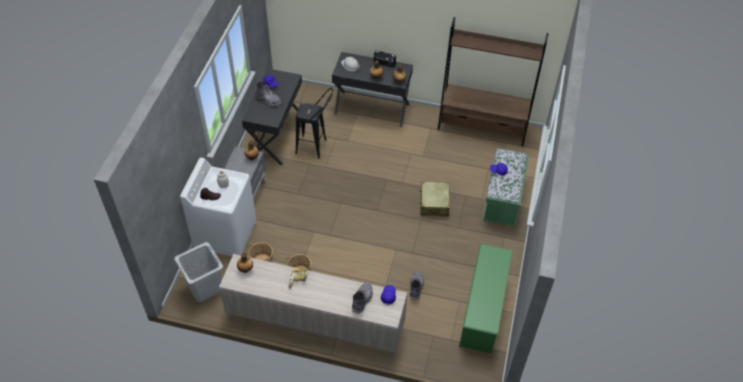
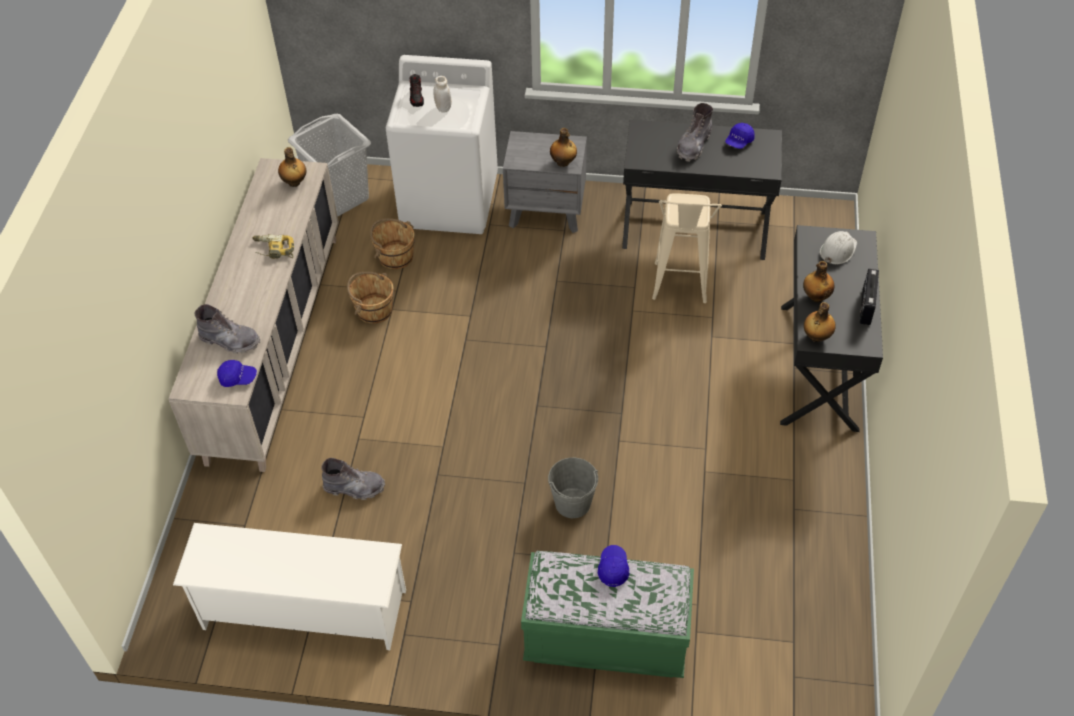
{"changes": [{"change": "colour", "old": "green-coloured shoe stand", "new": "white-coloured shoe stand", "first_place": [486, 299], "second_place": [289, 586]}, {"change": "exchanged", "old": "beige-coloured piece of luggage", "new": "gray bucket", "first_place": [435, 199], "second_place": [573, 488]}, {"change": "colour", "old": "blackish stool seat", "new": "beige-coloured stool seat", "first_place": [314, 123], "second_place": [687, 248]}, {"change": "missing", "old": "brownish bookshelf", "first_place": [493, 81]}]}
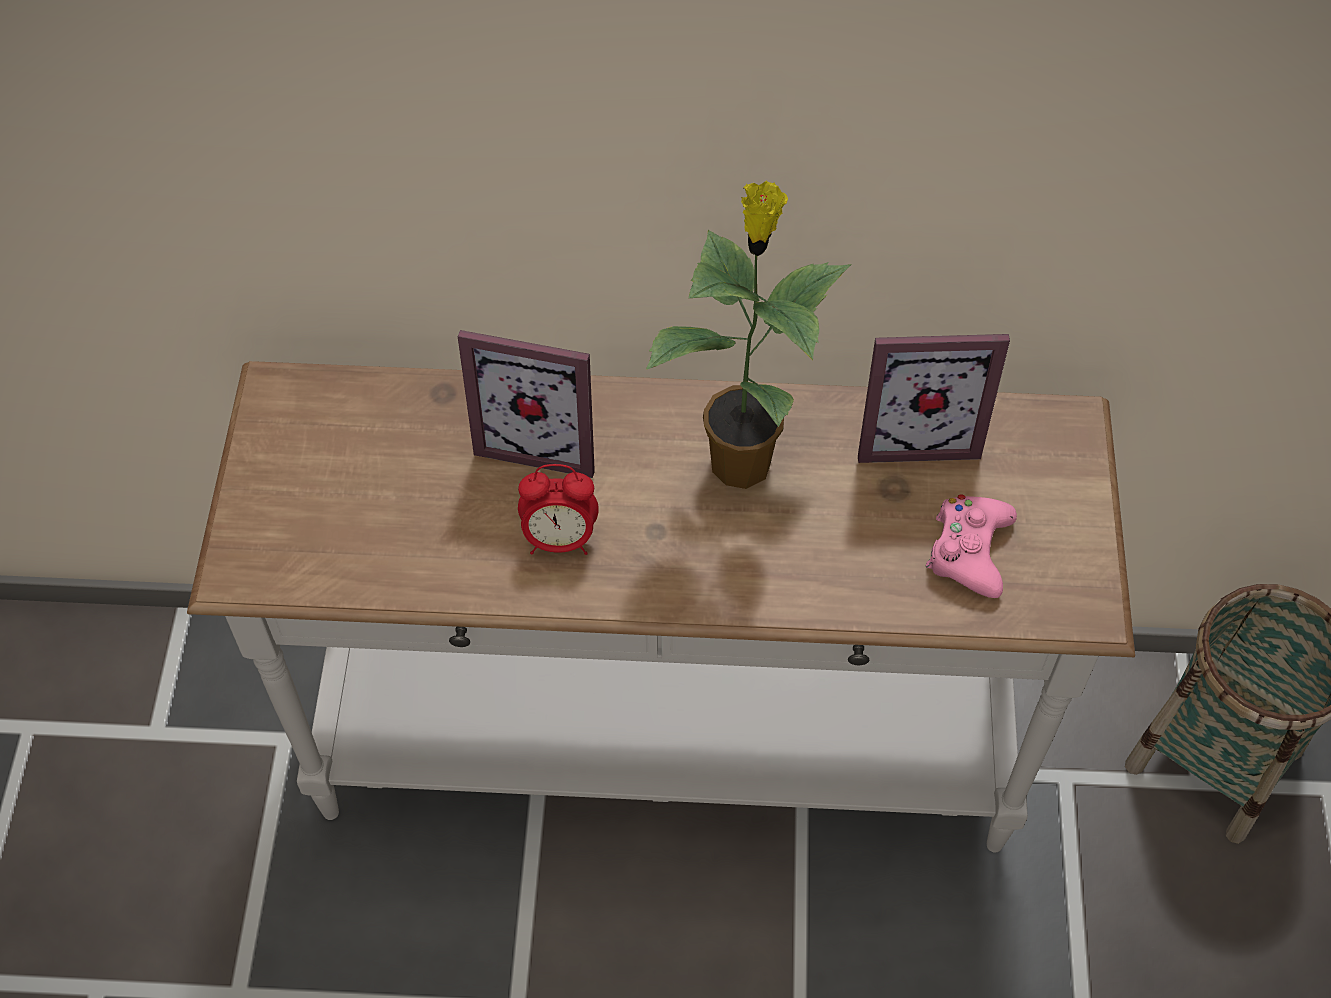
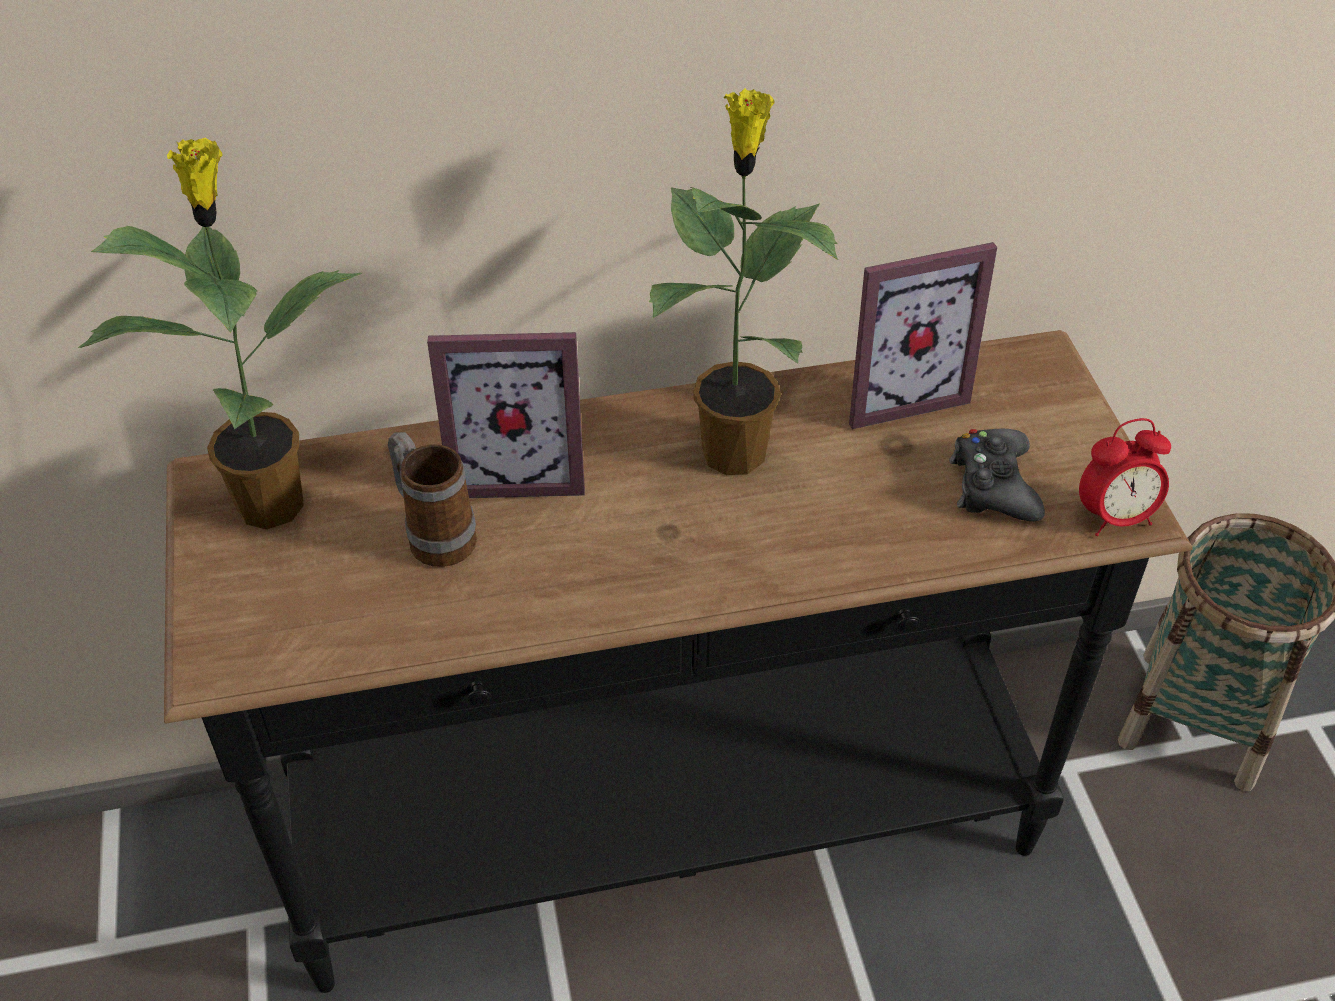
{"changes": [{"change": "appeared", "new": "plant in a pot", "second_place": [220, 333]}, {"change": "colour", "old": "white-coloured hall table", "new": "blackish hall table", "first_place": [661, 606], "second_place": [678, 661]}, {"change": "appeared", "new": "mug", "second_place": [432, 499]}, {"change": "colour", "old": "pinkish joypad", "new": "blackish joypad", "first_place": [971, 546], "second_place": [997, 475]}, {"change": "relocated", "old": "table clock", "first_place": [558, 509], "second_place": [1125, 477]}]}
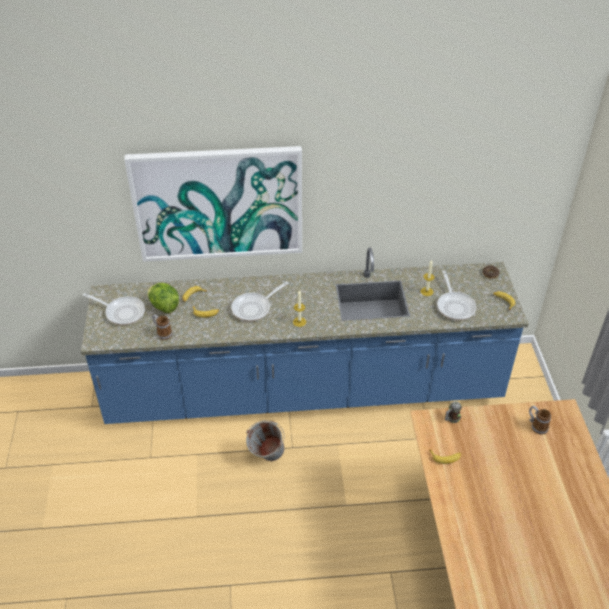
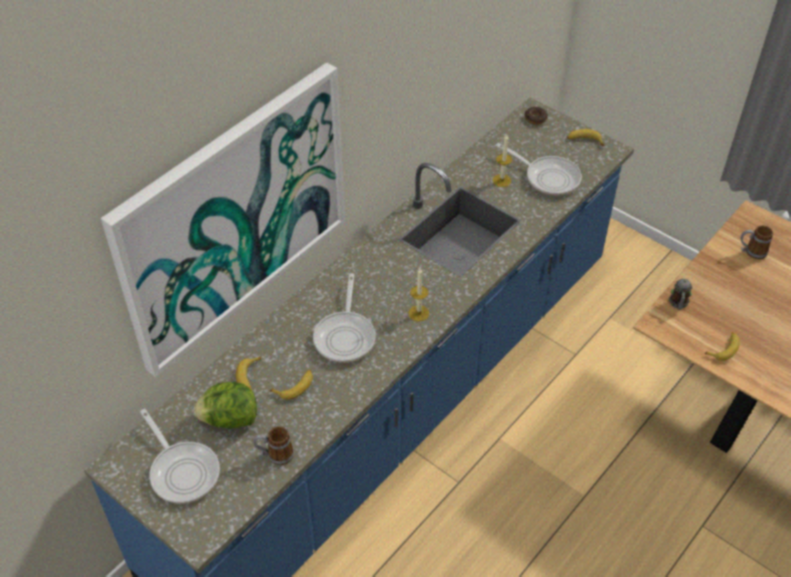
{"changes": [{"change": "spun", "old": "pan", "first_place": [114, 309], "second_place": [180, 456], "degrees": 75}, {"change": "missing", "old": "gray bucket", "first_place": [265, 440]}]}
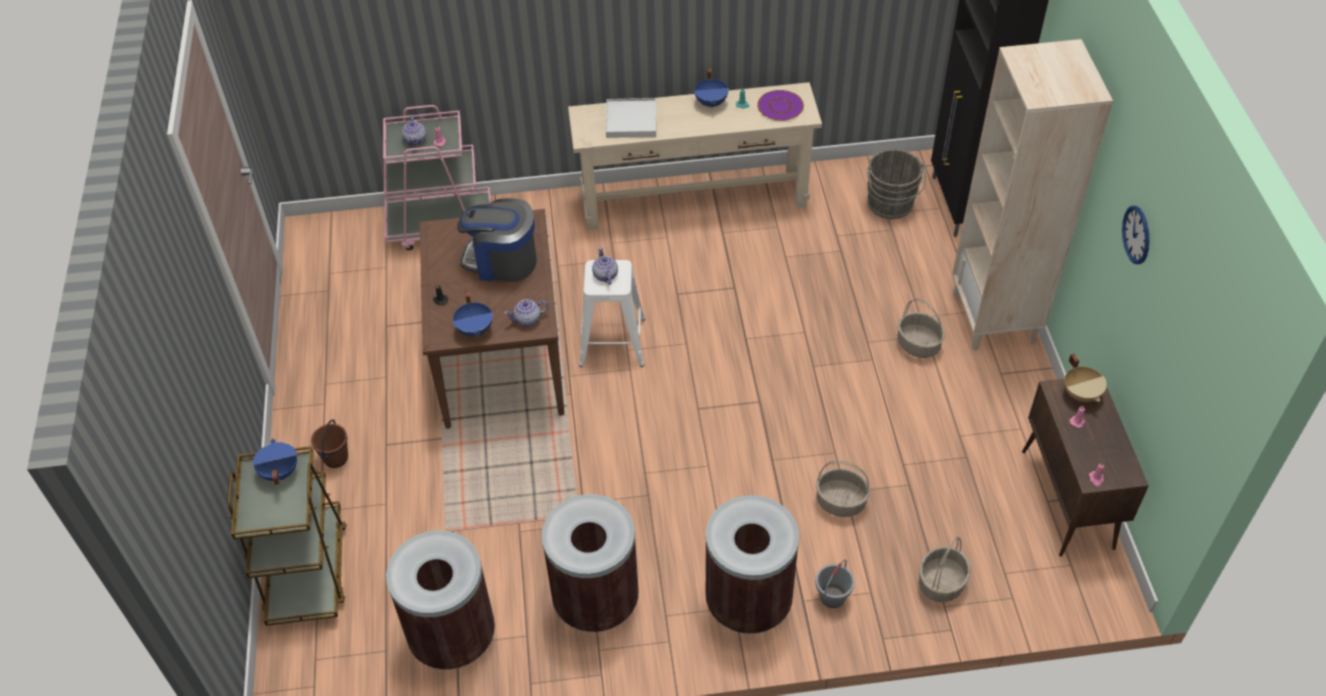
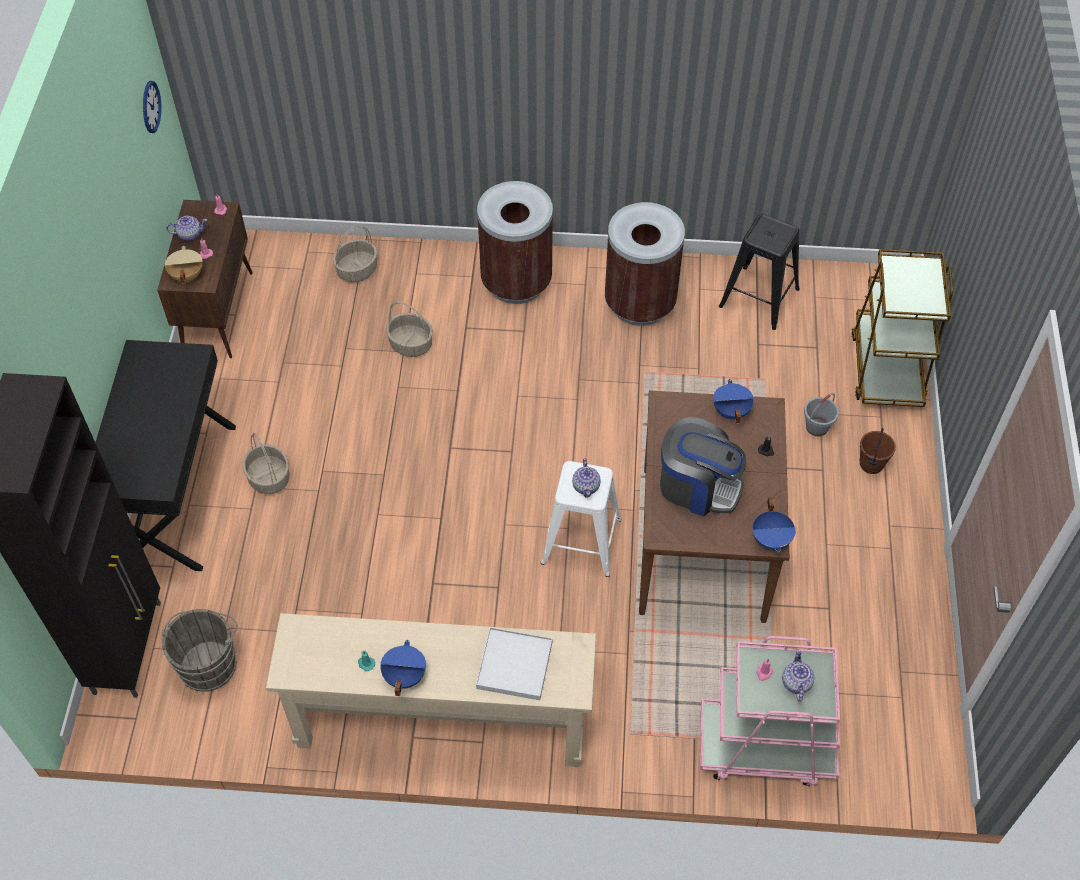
{"changes": [{"change": "exchanged", "old": "beige-coloured bookshelf", "new": "blackish hall table", "first_place": [1032, 194], "second_place": [165, 455]}, {"change": "relocated", "old": "wall clock", "first_place": [1136, 235], "second_place": [152, 107]}, {"change": "relocated", "old": "tea pot", "first_place": [526, 313], "second_place": [186, 228]}, {"change": "exchanged", "old": "brownish waste bin", "new": "blackish stool seat", "first_place": [440, 600], "second_place": [759, 272]}, {"change": "relocated", "old": "blue saucepot", "first_place": [275, 461], "second_place": [774, 525]}, {"change": "relocated", "old": "gray bucket", "first_place": [834, 584], "second_place": [821, 414]}, {"change": "missing", "old": "purple-coloured dinner plate", "first_place": [780, 105]}]}
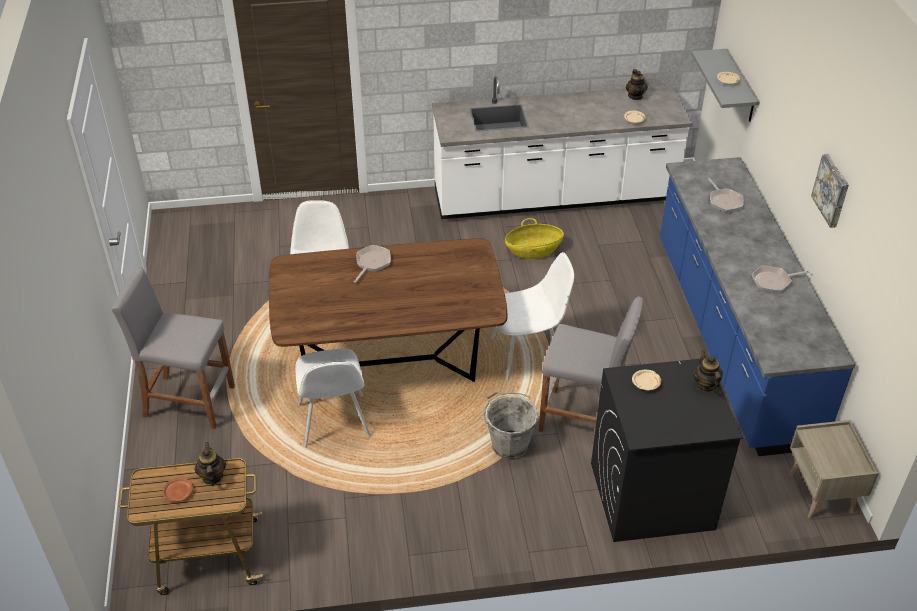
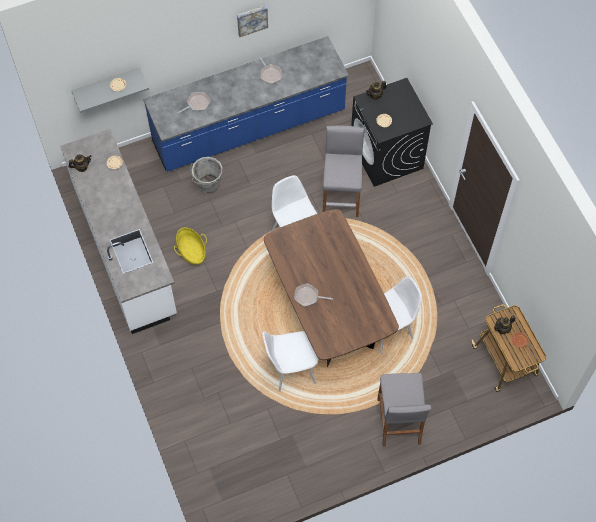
{"changes": [{"change": "relocated", "old": "gray bucket", "first_place": [511, 426], "second_place": [206, 175]}, {"change": "missing", "old": "beige-coloured bedside table", "first_place": [834, 469]}]}
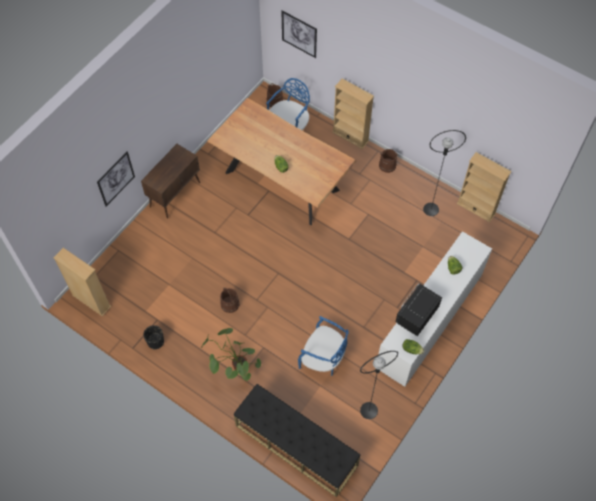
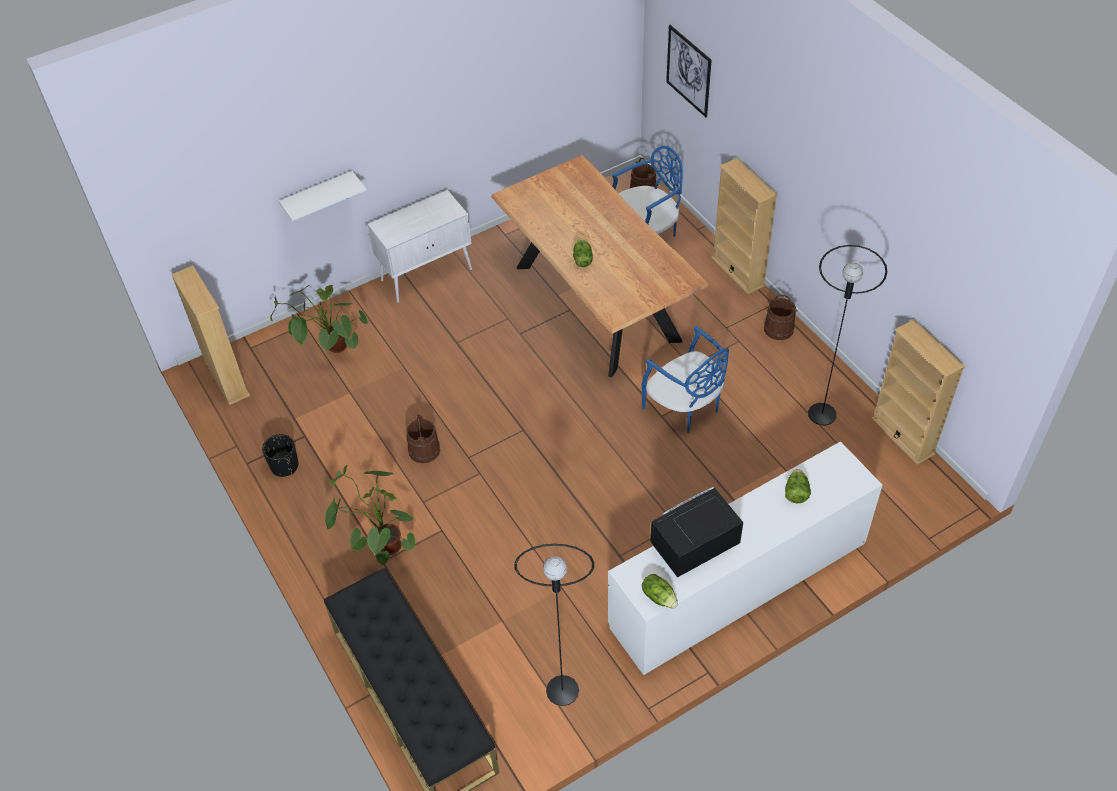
{"changes": [{"change": "appeared", "new": "plant in a pot", "second_place": [319, 319]}, {"change": "exchanged", "old": "wall picture", "new": "white-coloured shelf", "first_place": [116, 178], "second_place": [322, 196]}, {"change": "colour", "old": "brownish cabinet", "new": "white-coloured cabinet", "first_place": [170, 181], "second_place": [420, 246]}, {"change": "relocated", "old": "blue upright chair", "first_place": [323, 346], "second_place": [685, 379]}]}
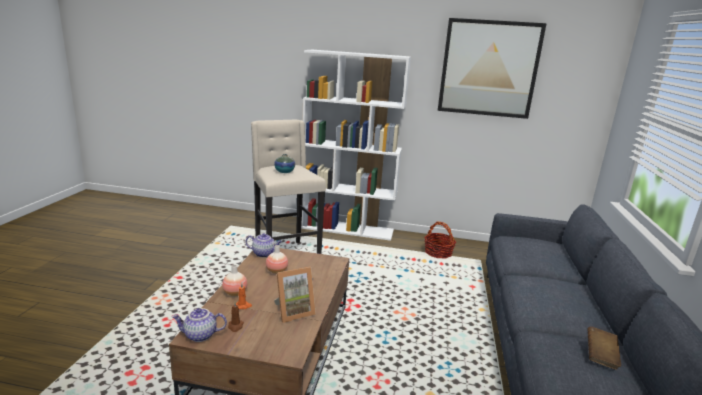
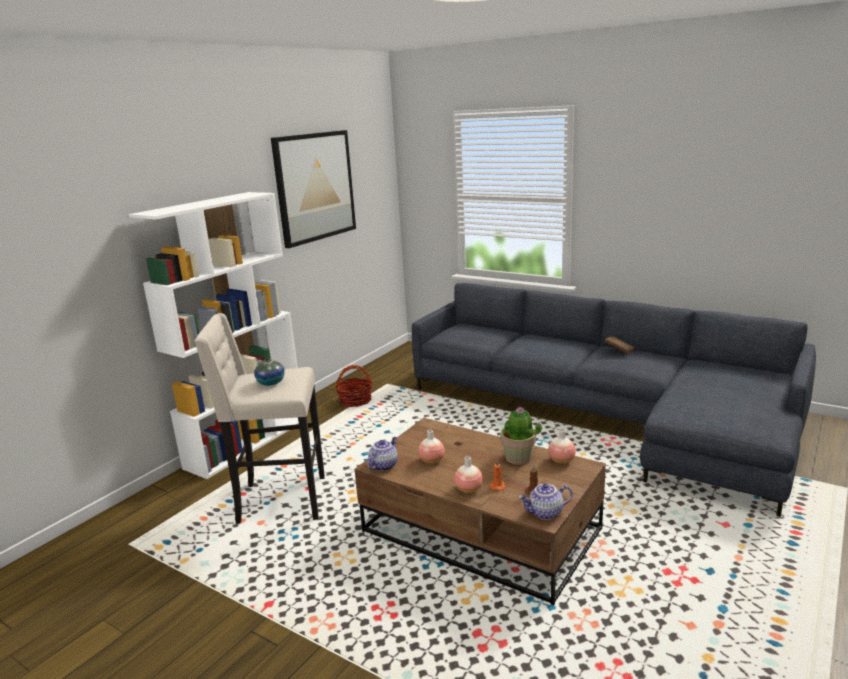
{"changes": [{"change": "exchanged", "old": "standing frame", "new": "plant in a pot", "first_place": [295, 295], "second_place": [521, 435]}, {"change": "spun", "old": "tea pot", "first_place": [199, 325], "second_place": [546, 501], "degrees": 60}, {"change": "appeared", "new": "vase", "second_place": [562, 446]}]}
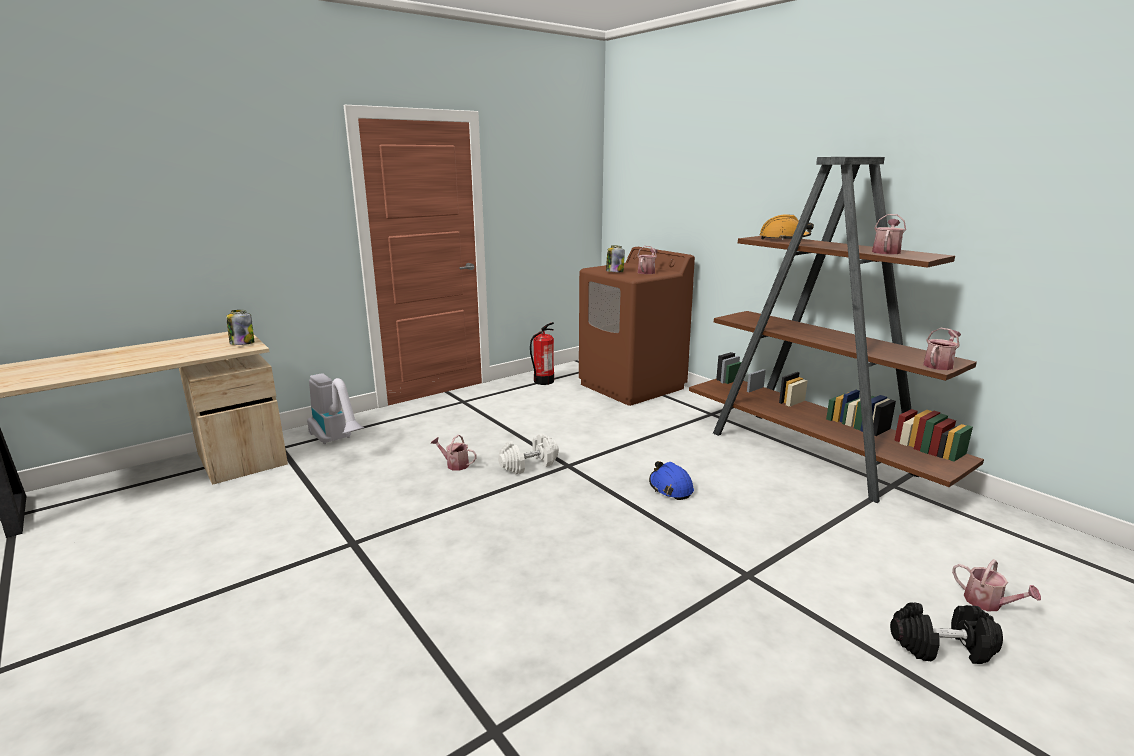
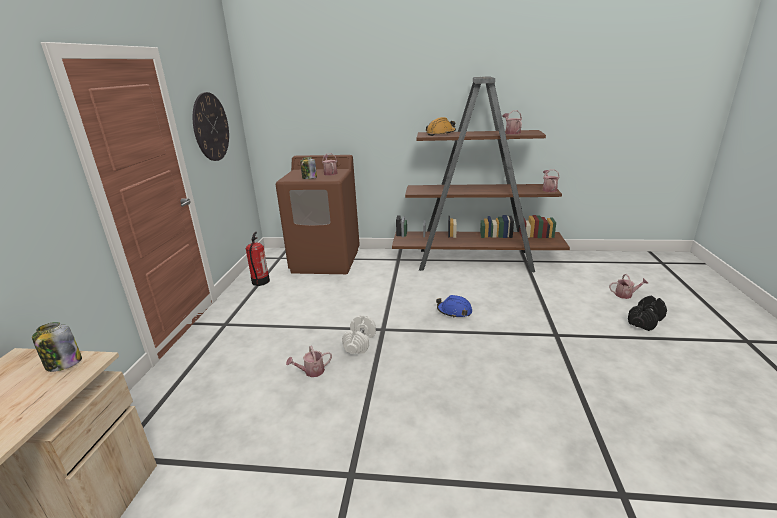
{"changes": [{"change": "appeared", "new": "wall clock", "second_place": [211, 126]}, {"change": "missing", "old": "hoover", "first_place": [335, 408]}]}
